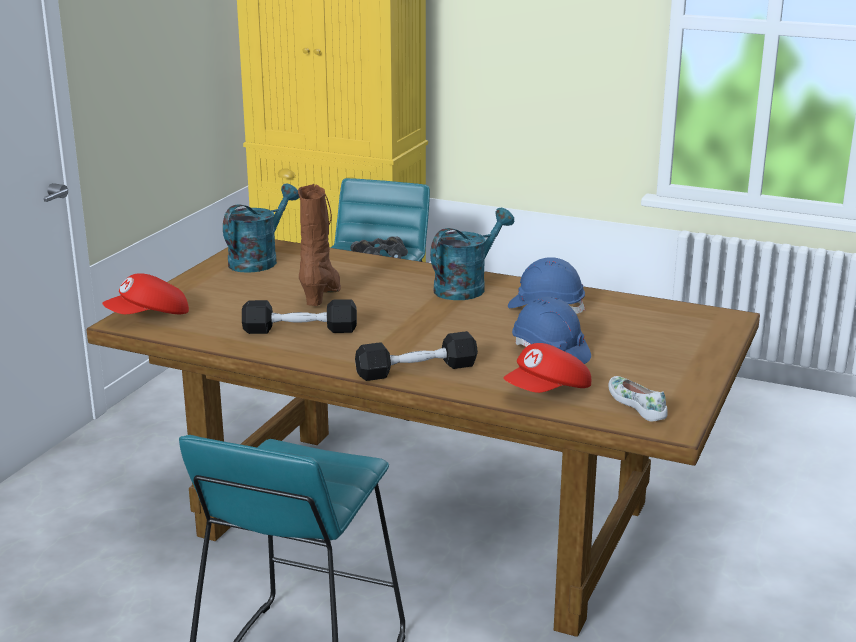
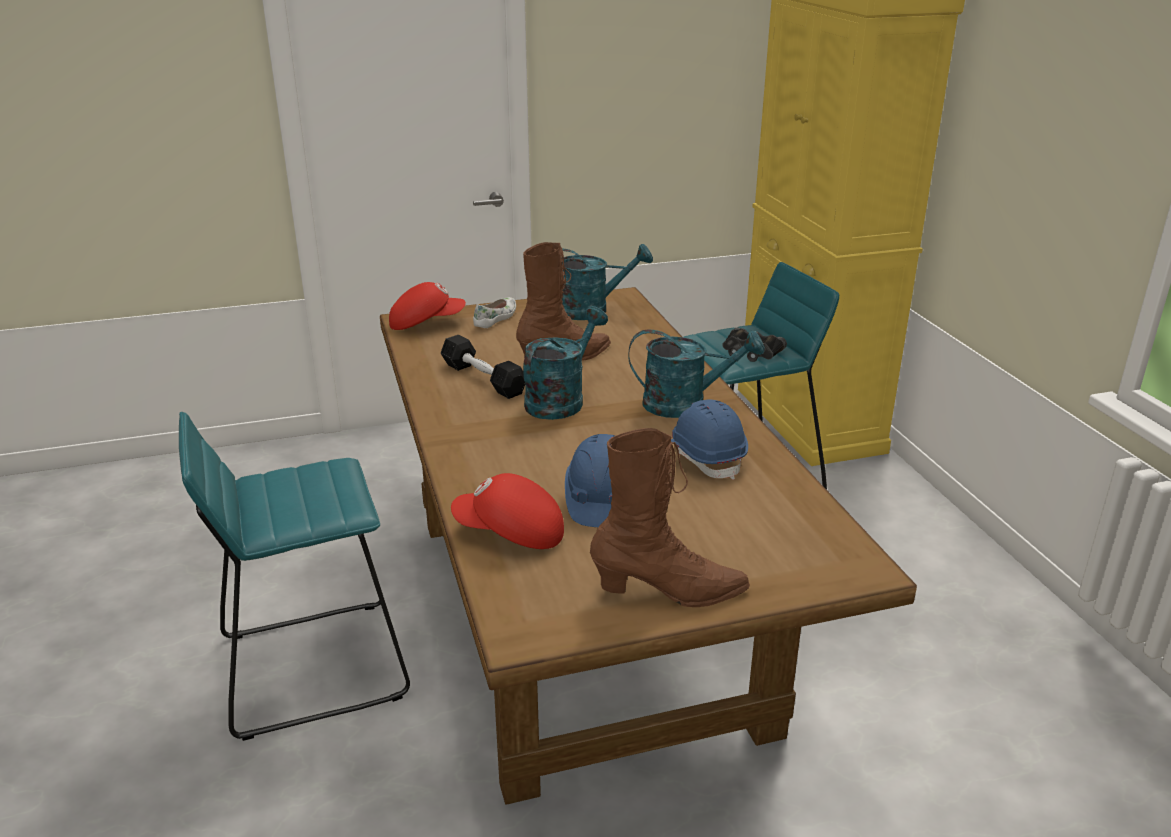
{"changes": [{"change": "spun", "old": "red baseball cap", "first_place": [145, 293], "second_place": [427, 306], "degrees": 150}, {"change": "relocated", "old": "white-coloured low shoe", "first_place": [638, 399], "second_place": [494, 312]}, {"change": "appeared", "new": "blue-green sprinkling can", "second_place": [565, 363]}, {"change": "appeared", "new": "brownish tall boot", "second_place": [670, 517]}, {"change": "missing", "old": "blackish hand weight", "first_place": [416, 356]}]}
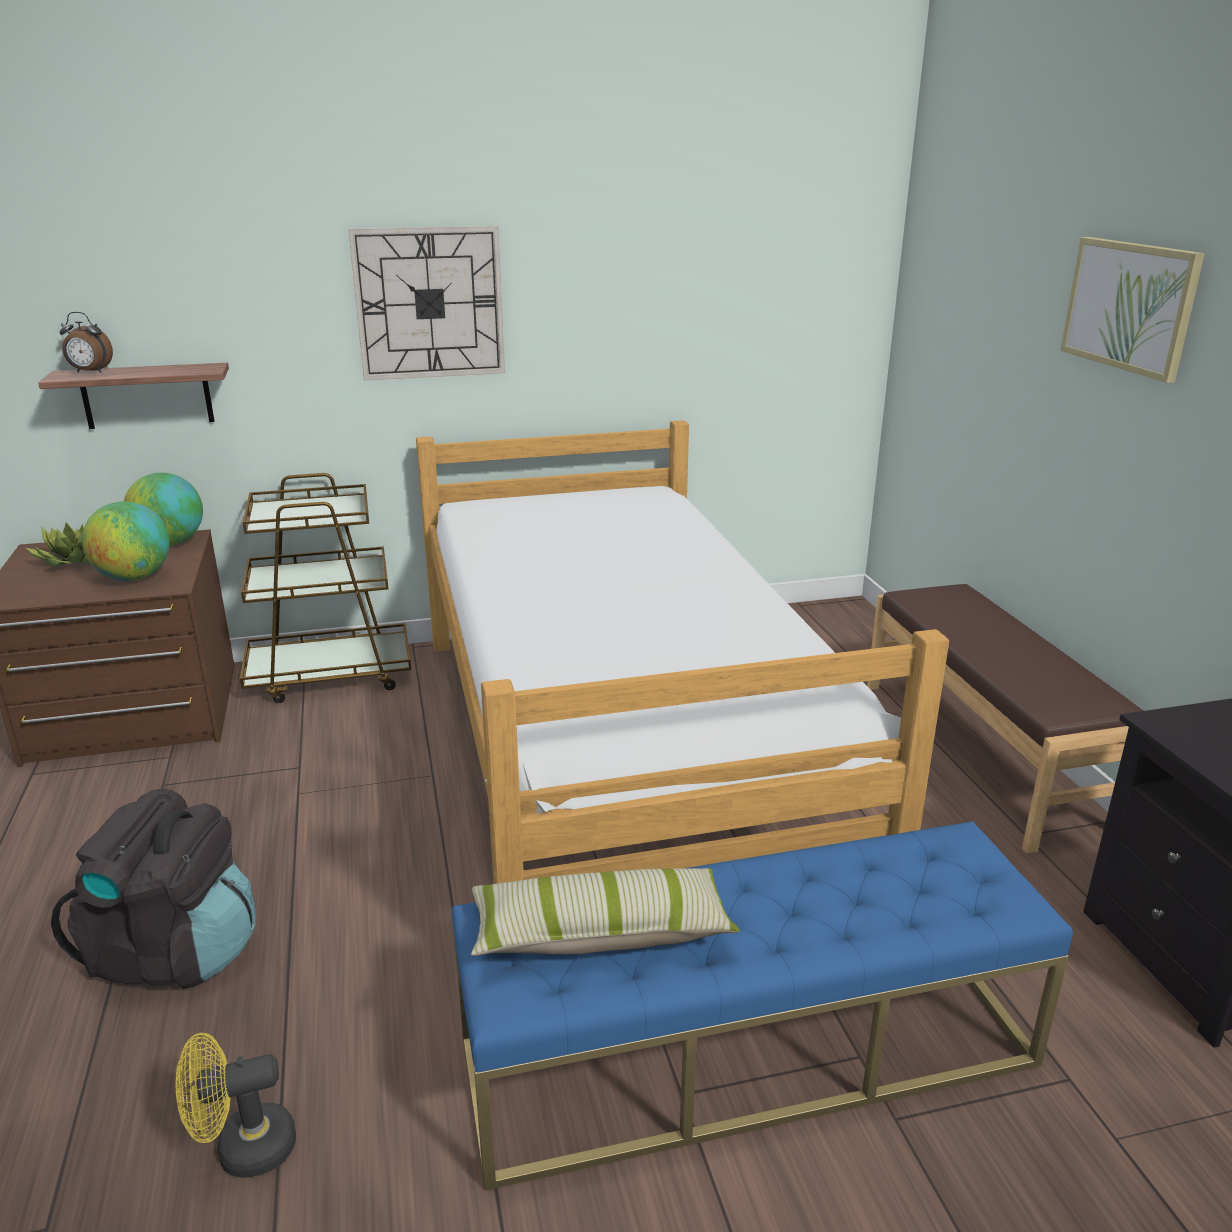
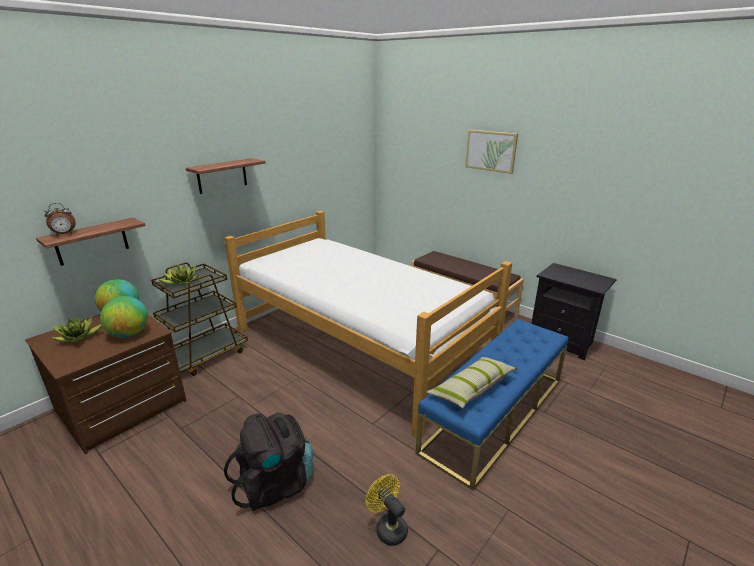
{"changes": [{"change": "appeared", "new": "plant in a pot", "second_place": [178, 275]}, {"change": "exchanged", "old": "wall clock", "new": "shelf", "first_place": [426, 303], "second_place": [226, 176]}, {"change": "spun", "old": "yellowish fan", "first_place": [236, 1105], "second_place": [386, 510], "degrees": 105}]}
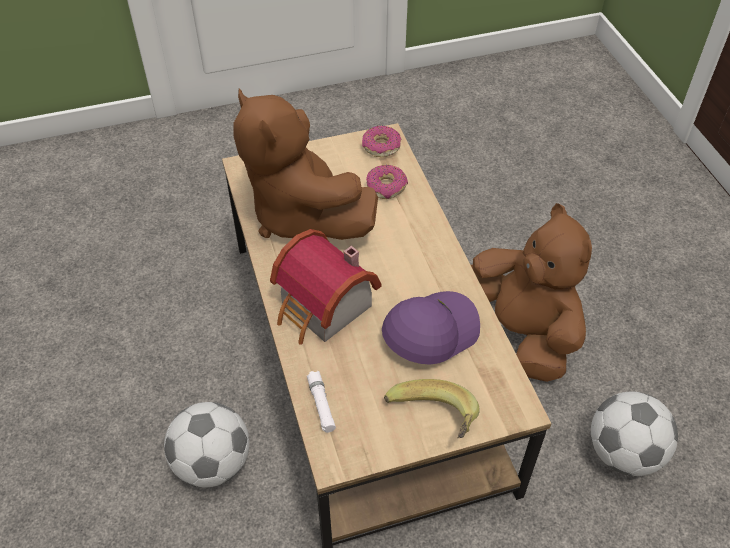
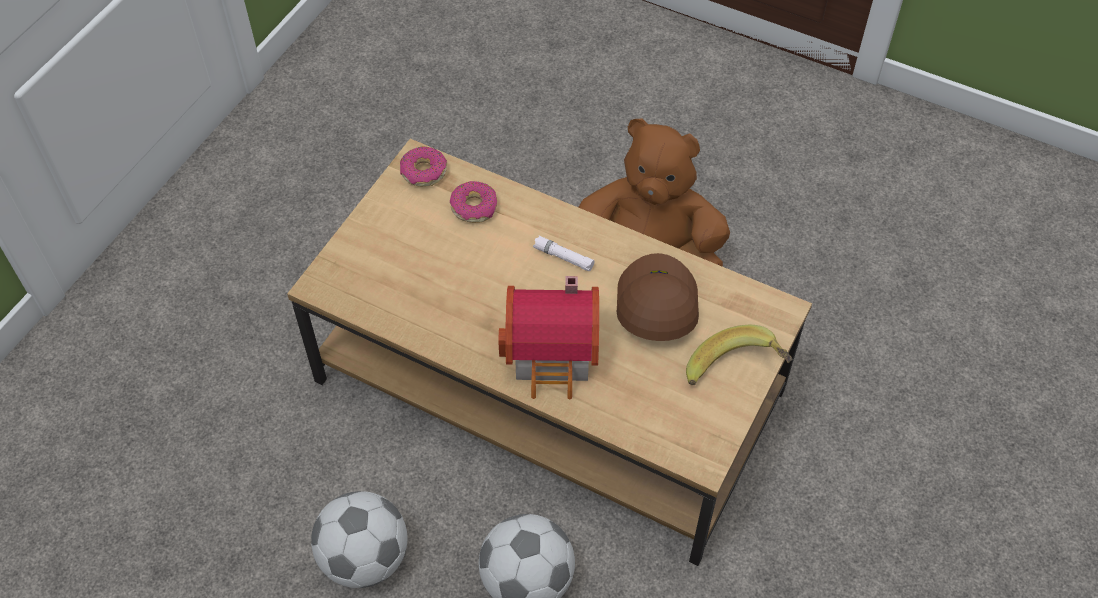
{"changes": [{"change": "relocated", "old": "ball for football", "first_place": [634, 433], "second_place": [359, 539]}, {"change": "relocated", "old": "white-coloured torch", "first_place": [321, 402], "second_place": [564, 253]}, {"change": "colour", "old": "purple-coloured baseball cap", "new": "brownish baseball cap", "first_place": [431, 328], "second_place": [658, 297]}, {"change": "missing", "old": "brownish cuddly toy", "first_place": [305, 164]}]}
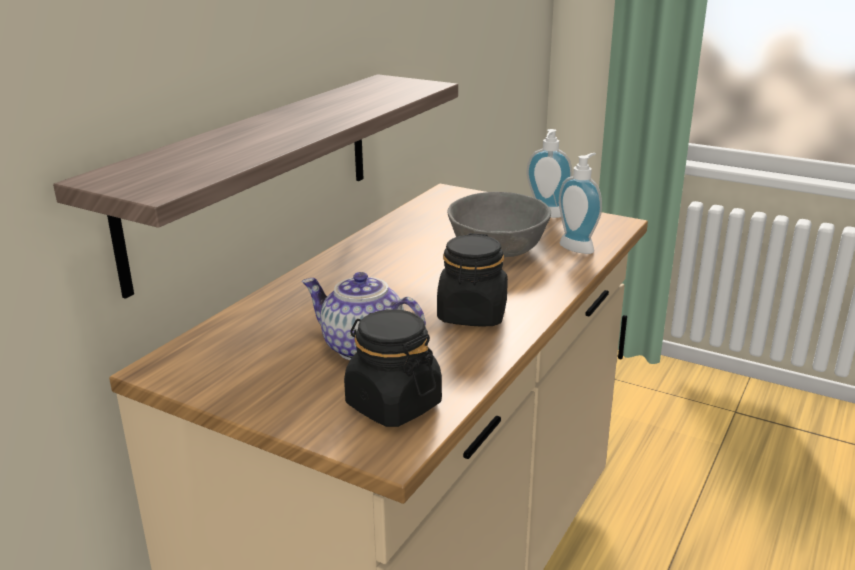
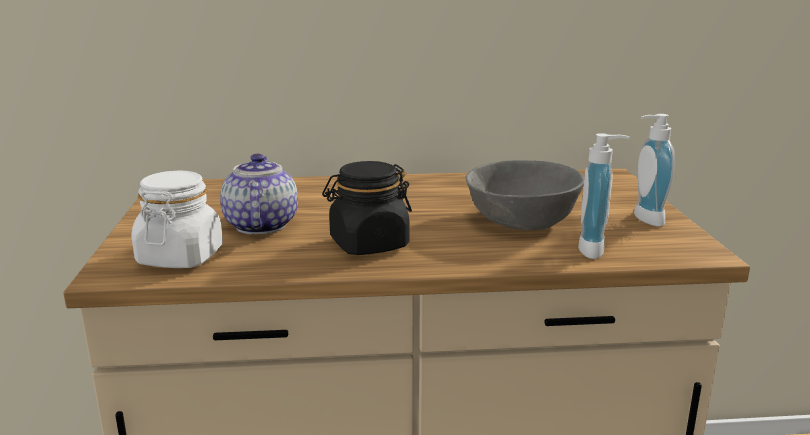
{"changes": [{"change": "colour", "old": "blackish jar", "new": "white-coloured jar", "first_place": [393, 368], "second_place": [177, 219]}, {"change": "missing", "old": "shelf", "first_place": [255, 186]}]}
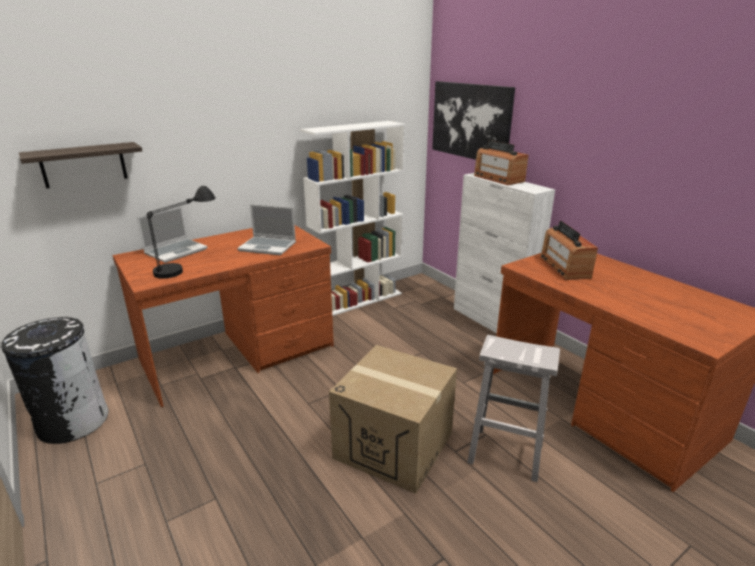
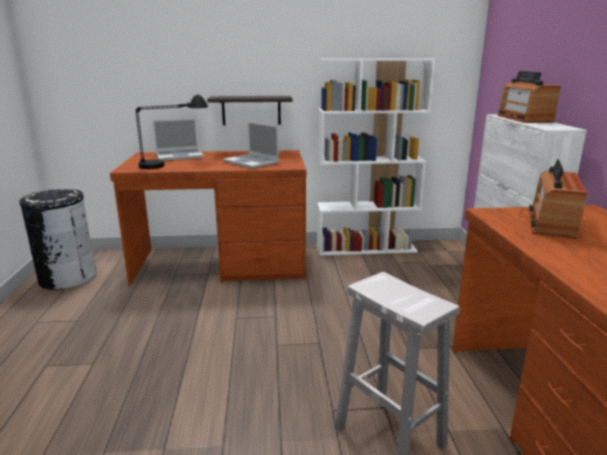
{"changes": [{"change": "relocated", "old": "shelf", "first_place": [80, 165], "second_place": [250, 110]}, {"change": "missing", "old": "carton", "first_place": [393, 419]}, {"change": "missing", "old": "wall picture", "first_place": [473, 120]}]}
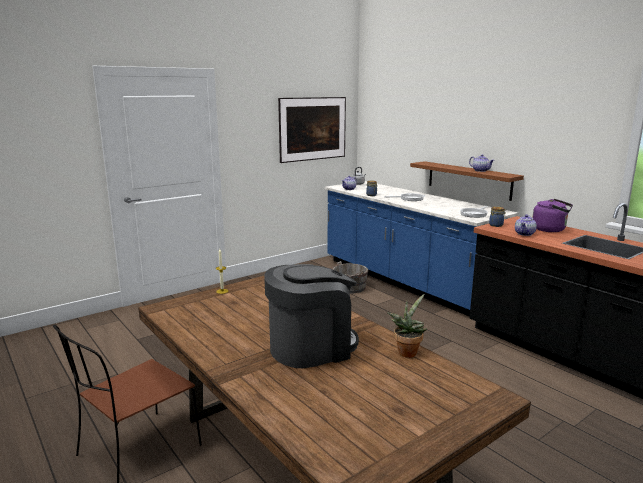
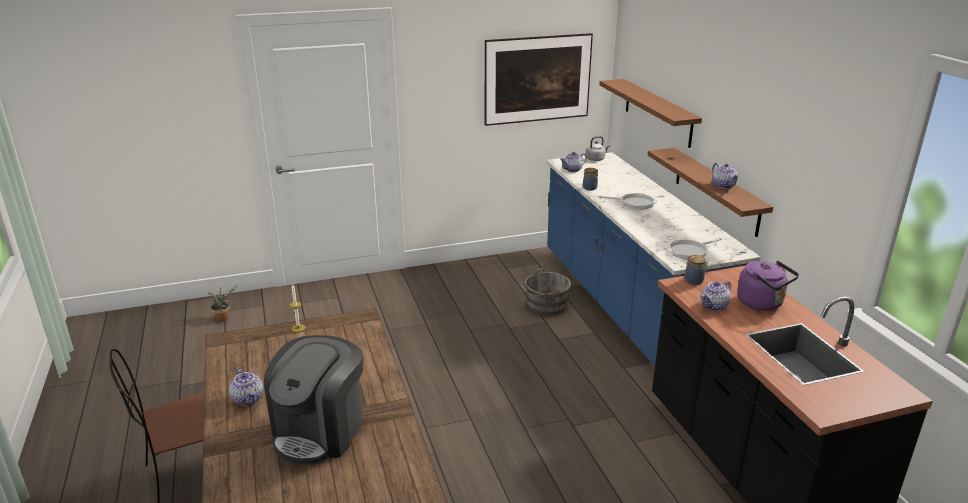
{"changes": [{"change": "relocated", "old": "plant in a pot", "first_place": [407, 326], "second_place": [223, 303]}, {"change": "appeared", "new": "tea pot", "second_place": [246, 387]}, {"change": "spun", "old": "coffee brewer", "first_place": [311, 316], "second_place": [313, 400], "degrees": 120}, {"change": "appeared", "new": "brownish shelf", "second_place": [650, 113]}]}
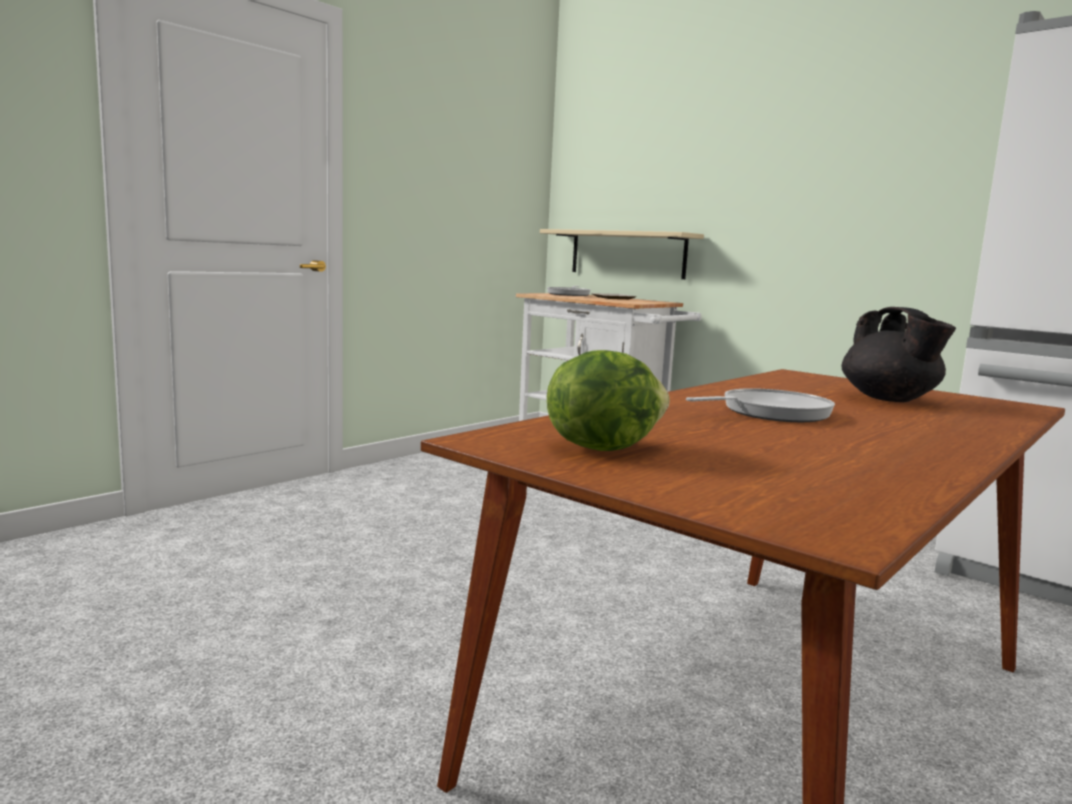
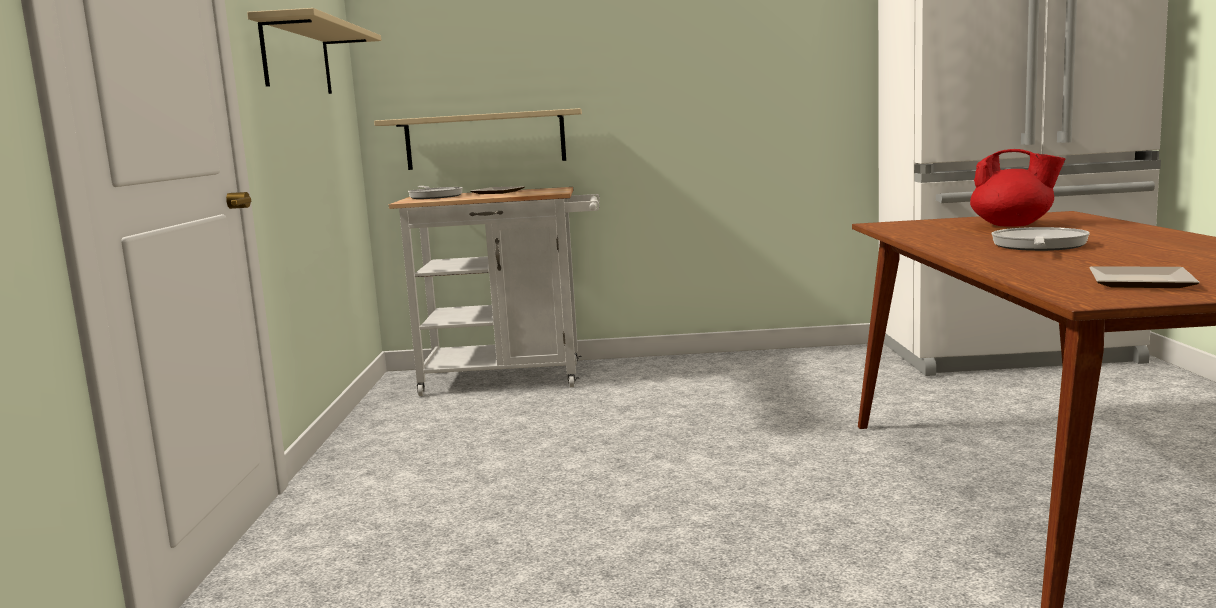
{"changes": [{"change": "appeared", "new": "beige-coloured shelf", "second_place": [314, 51]}, {"change": "colour", "old": "blackish tea pot", "new": "red tea pot", "first_place": [898, 354], "second_place": [1017, 188]}, {"change": "exchanged", "old": "lettuce", "new": "dinner plate", "first_place": [608, 400], "second_place": [1144, 277]}]}
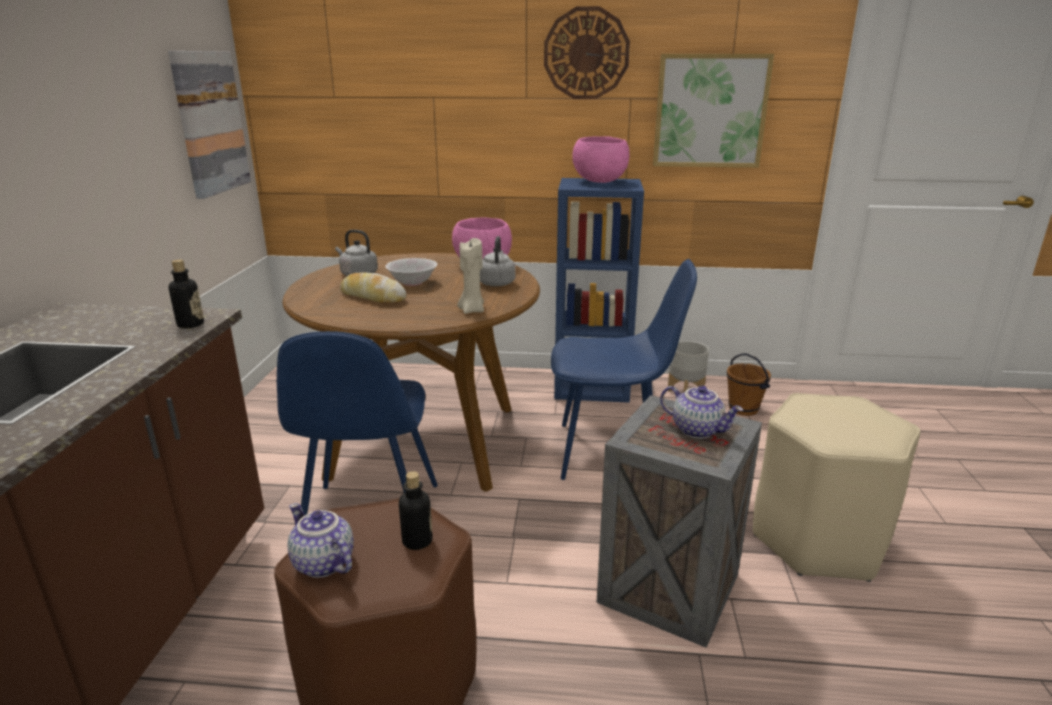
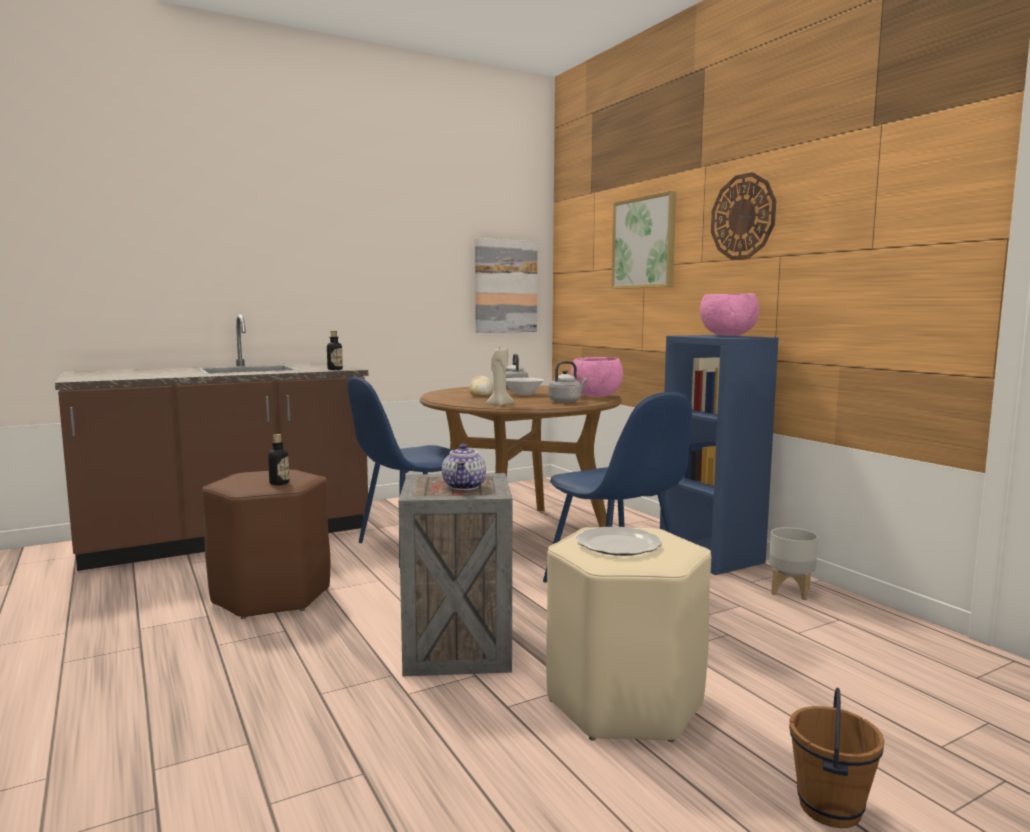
{"changes": [{"change": "appeared", "new": "dinner plate", "second_place": [619, 541]}, {"change": "relocated", "old": "wall picture", "first_place": [713, 111], "second_place": [643, 240]}, {"change": "relocated", "old": "brownish bucket", "first_place": [749, 384], "second_place": [837, 758]}, {"change": "missing", "old": "tea pot", "first_place": [320, 540]}]}
